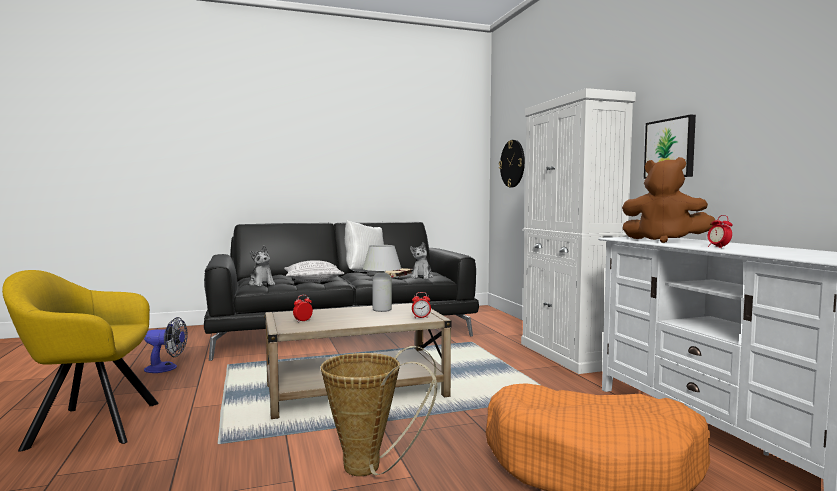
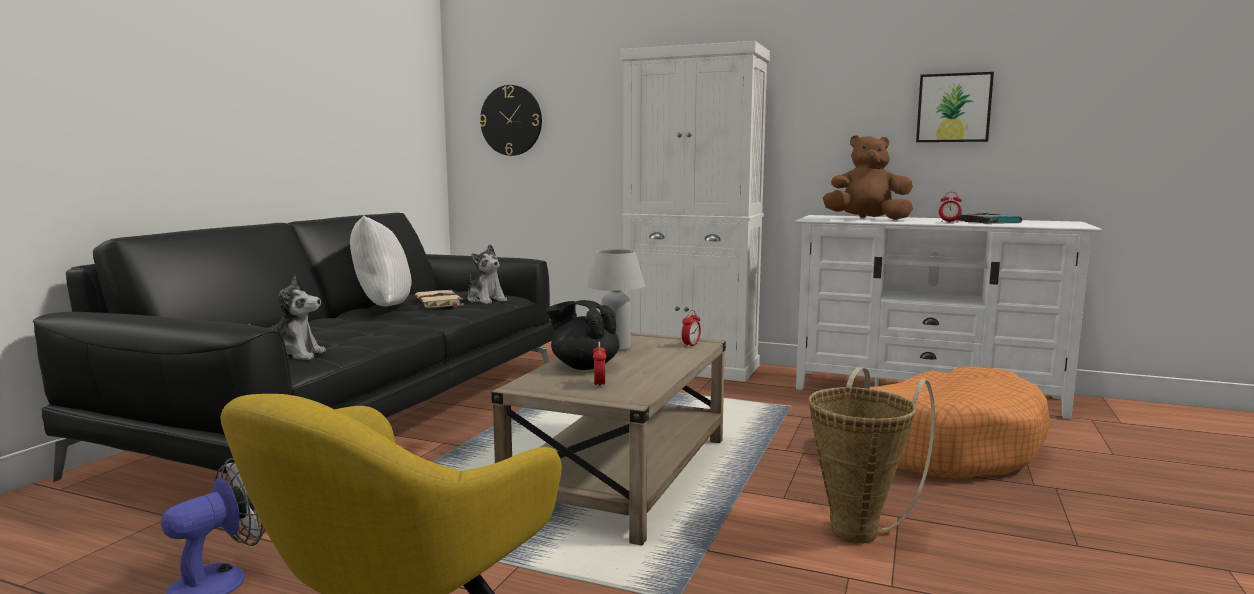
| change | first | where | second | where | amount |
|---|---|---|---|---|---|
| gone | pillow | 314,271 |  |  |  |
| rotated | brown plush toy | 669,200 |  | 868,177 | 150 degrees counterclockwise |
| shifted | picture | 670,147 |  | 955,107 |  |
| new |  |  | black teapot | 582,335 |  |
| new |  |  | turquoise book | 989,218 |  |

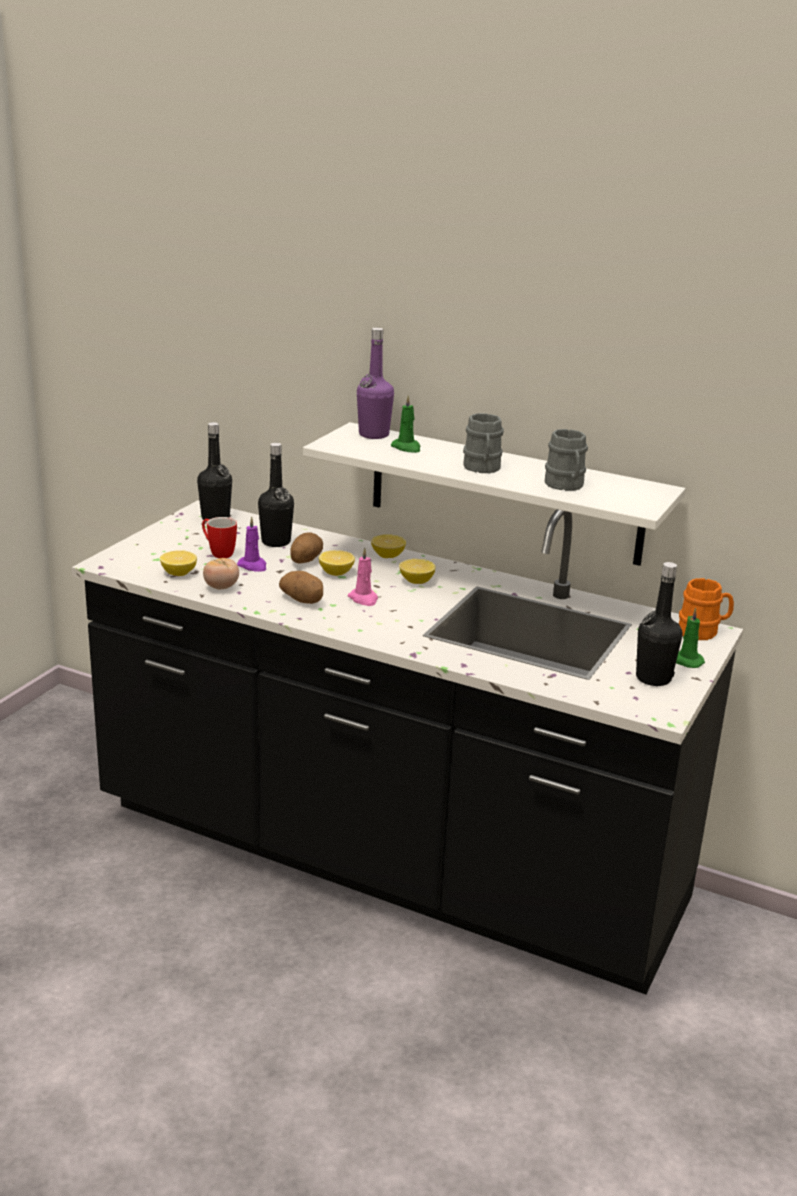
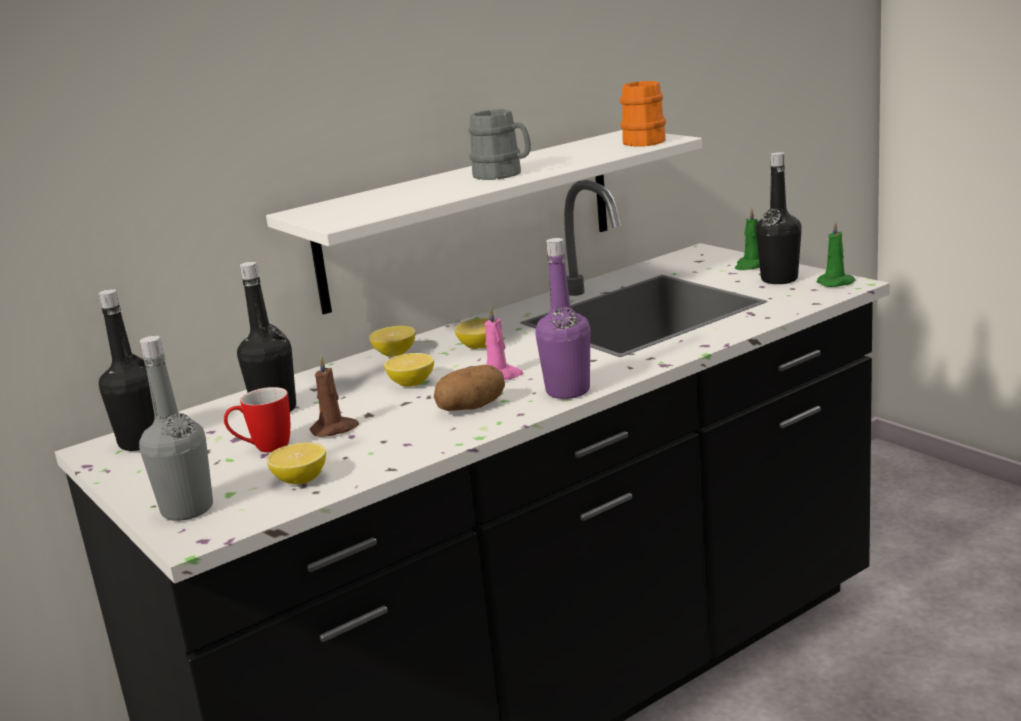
| change | first | where | second | where | amount |
|---|---|---|---|---|---|
| gone | tomato | 221,573 |  |  |  |
| repainted | purple candle | 251,544 | brown candle | 334,396 |  |
| gone | potato | 307,548 |  |  |  |
| shifted | purple bottle | 375,383 |  | 562,318 |  |
| shifted | green candle | 406,424 |  | 836,253 |  |
| gone | grey mug | 566,460 |  |  |  |
| shifted | orange mug | 706,609 |  | 643,114 |  |
| new |  |  | grey bottle | 176,428 |  |

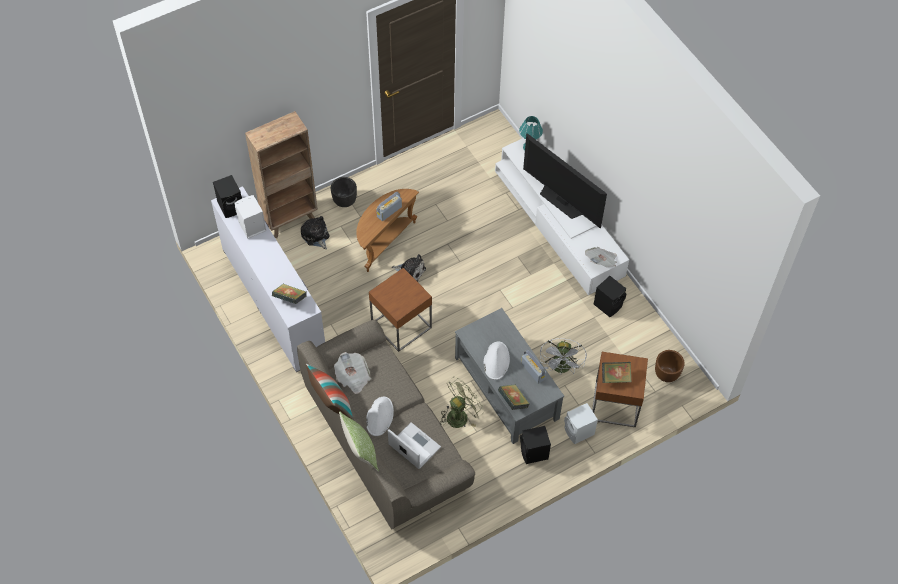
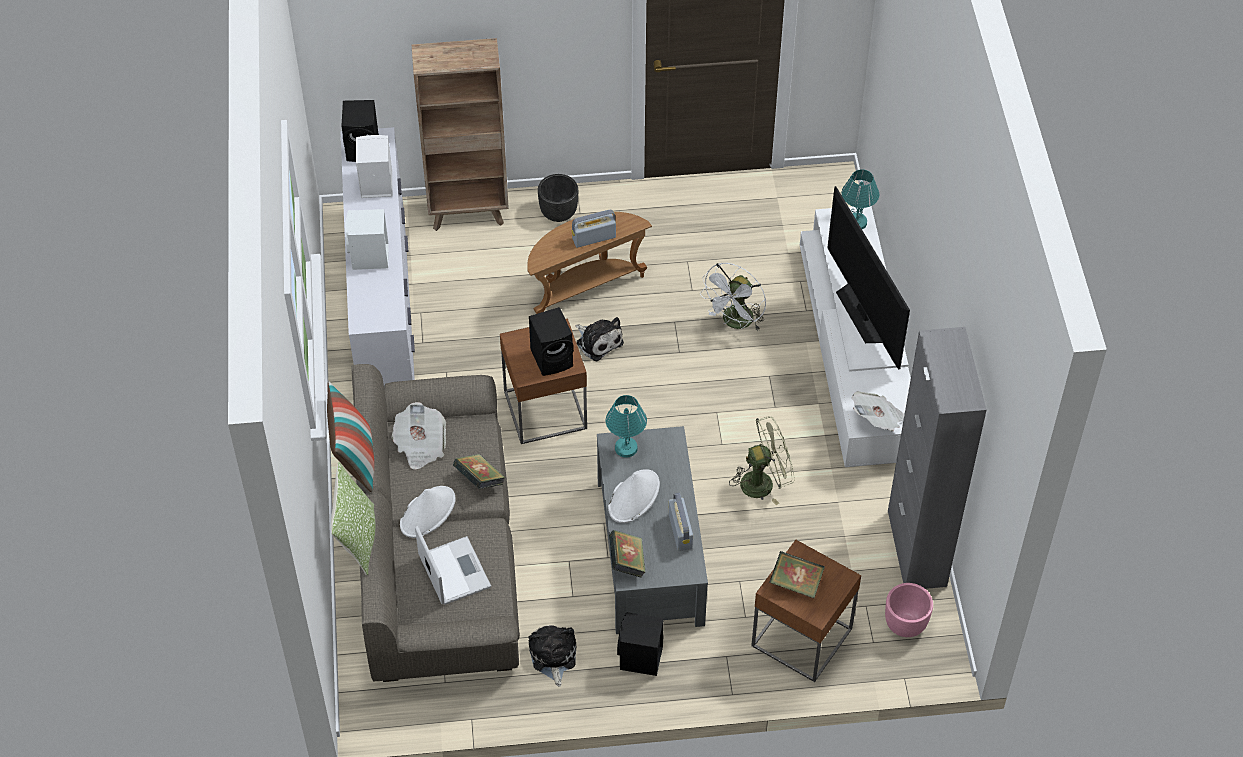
| change | first | where | second | where | amount |
|---|---|---|---|---|---|
| shifted | book | 289,294 |  | 479,471 |  |
| shifted | plush toy | 315,232 |  | 552,656 |  |
| shifted | green fan | 462,402 |  | 762,461 |  |
| shifted | white fan | 563,356 |  | 733,297 |  |
| shifted | white speaker | 581,423 |  | 367,239 |  |
| shifted | black speaker | 610,296 |  | 551,341 |  |
| repainted | brown planter | 670,366 | pink planter | 909,610 |  |
| new |  |  | turquoise table lamp | 626,426 |  |
| new |  |  | grey cabinet | 937,458 |  |

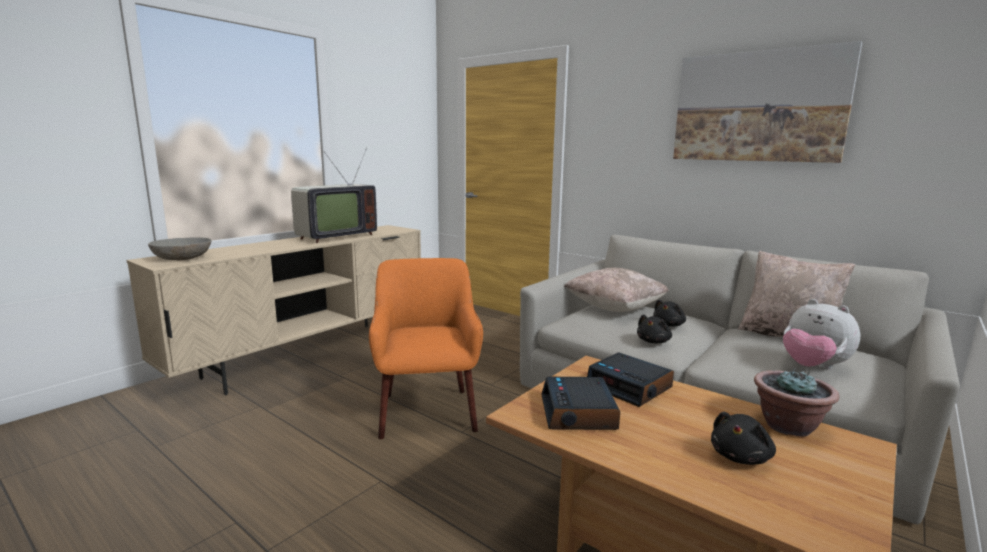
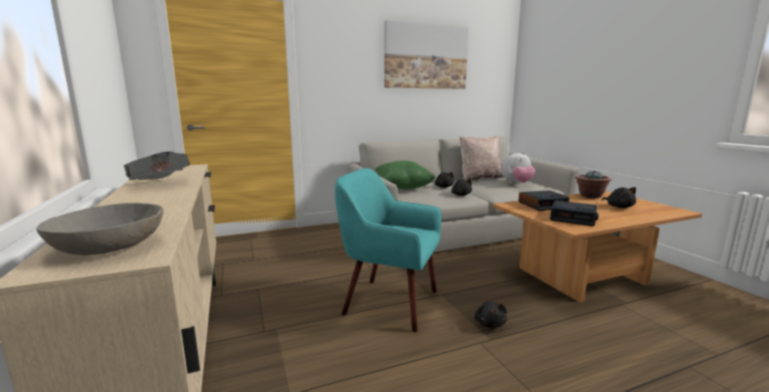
| change | first | where | second | where | amount |
|---|---|---|---|---|---|
| swapped | television | 334,195 | newspaper | 157,165 |  |
| repainted | orange armchair | 426,348 | turquoise armchair | 388,250 |  |
| repainted | beige pillow | 616,290 | green pillow | 405,175 |  |
| new |  |  | black plush toy | 490,314 |  |

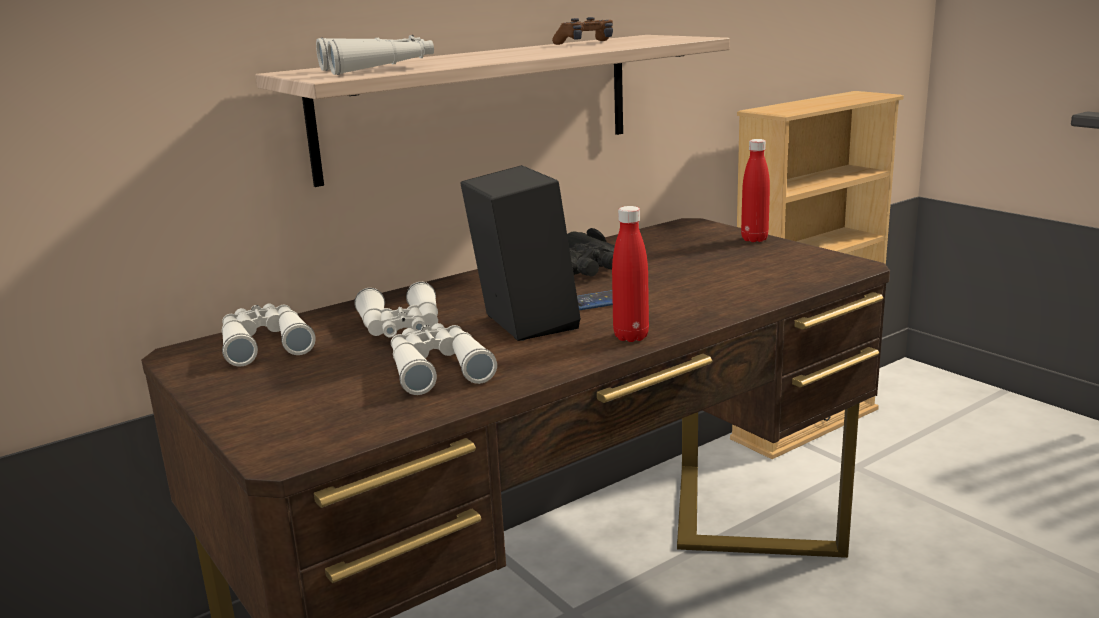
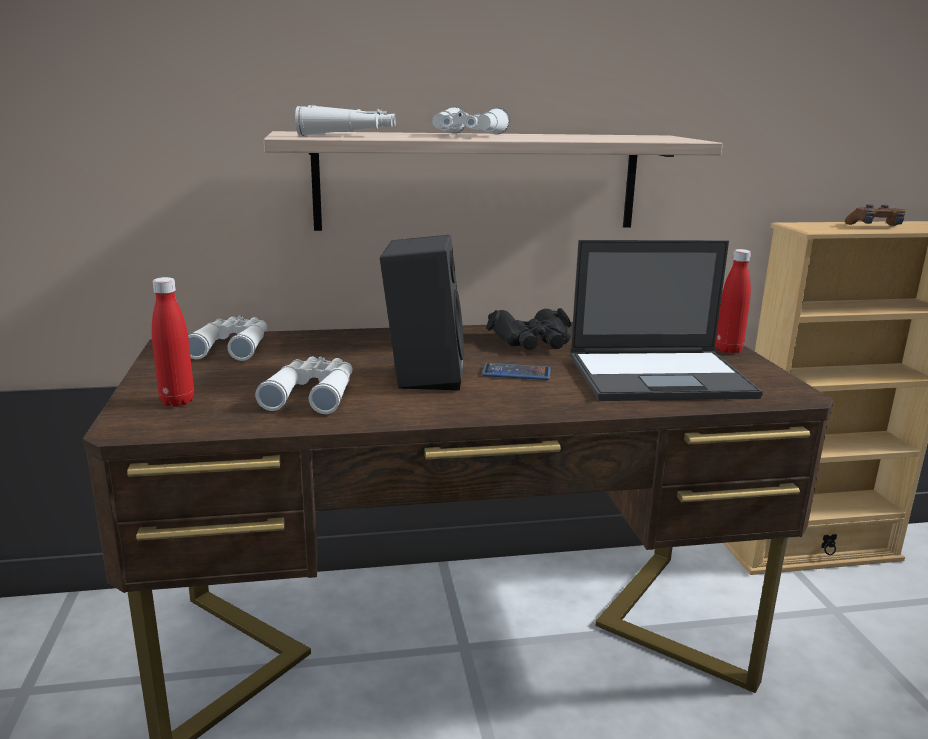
| change | first | where | second | where | amount |
|---|---|---|---|---|---|
| shifted | white binoculars | 396,309 |  | 471,120 |  |
| shifted | brown game controller | 582,31 |  | 875,215 |  |
| shifted | red bottle | 630,274 |  | 173,342 |  |
| new |  |  | laptop | 666,320 |  |

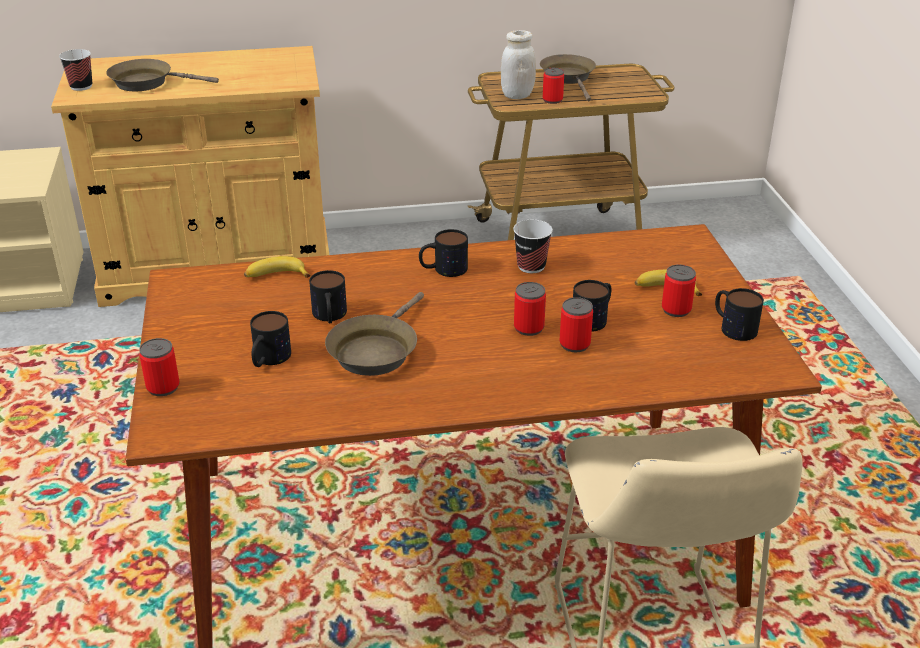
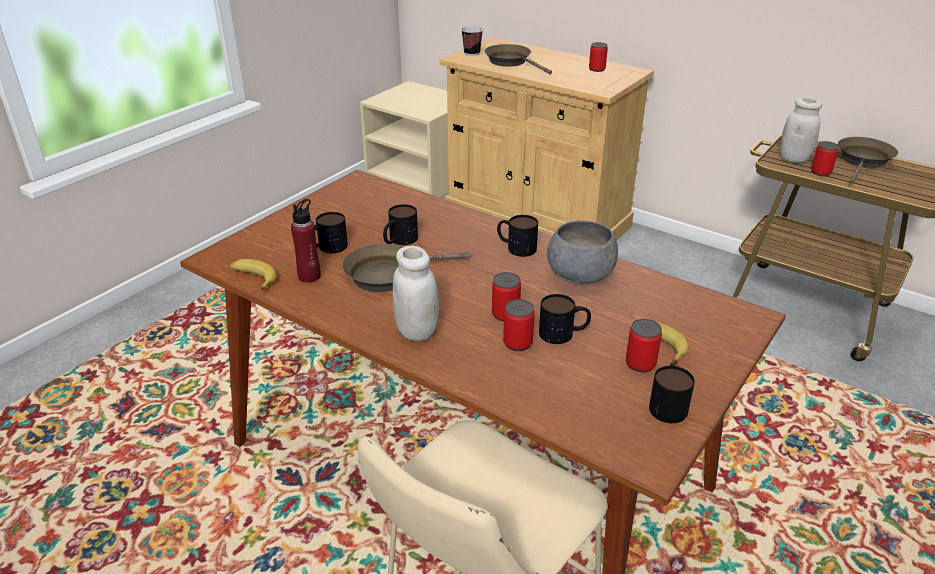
| change | first | where | second | where | amount |
|---|---|---|---|---|---|
| shifted | can | 159,367 |  | 598,57 |  |
| shifted | banana | 277,267 |  | 253,275 |  |
| swapped | cup | 533,246 | grey bowl | 582,252 |  |
| new |  |  | red bottle | 306,241 |  |
| new |  |  | white jar | 416,293 |  |

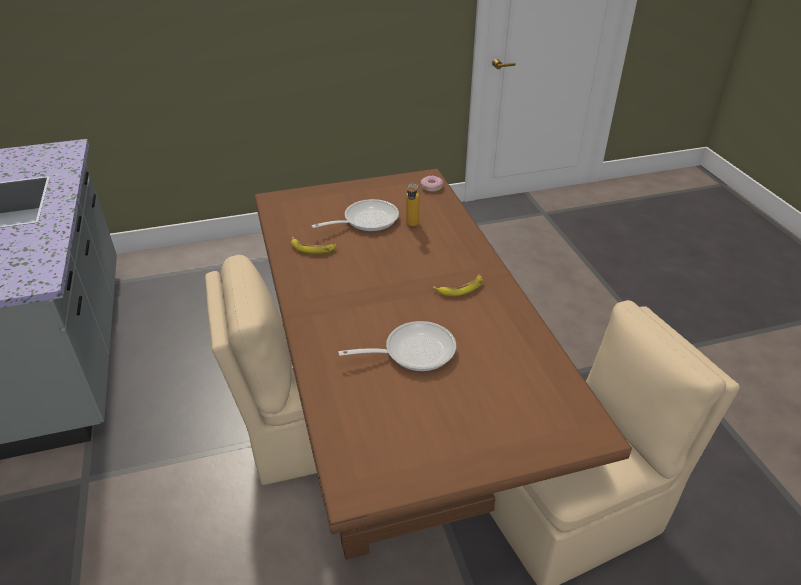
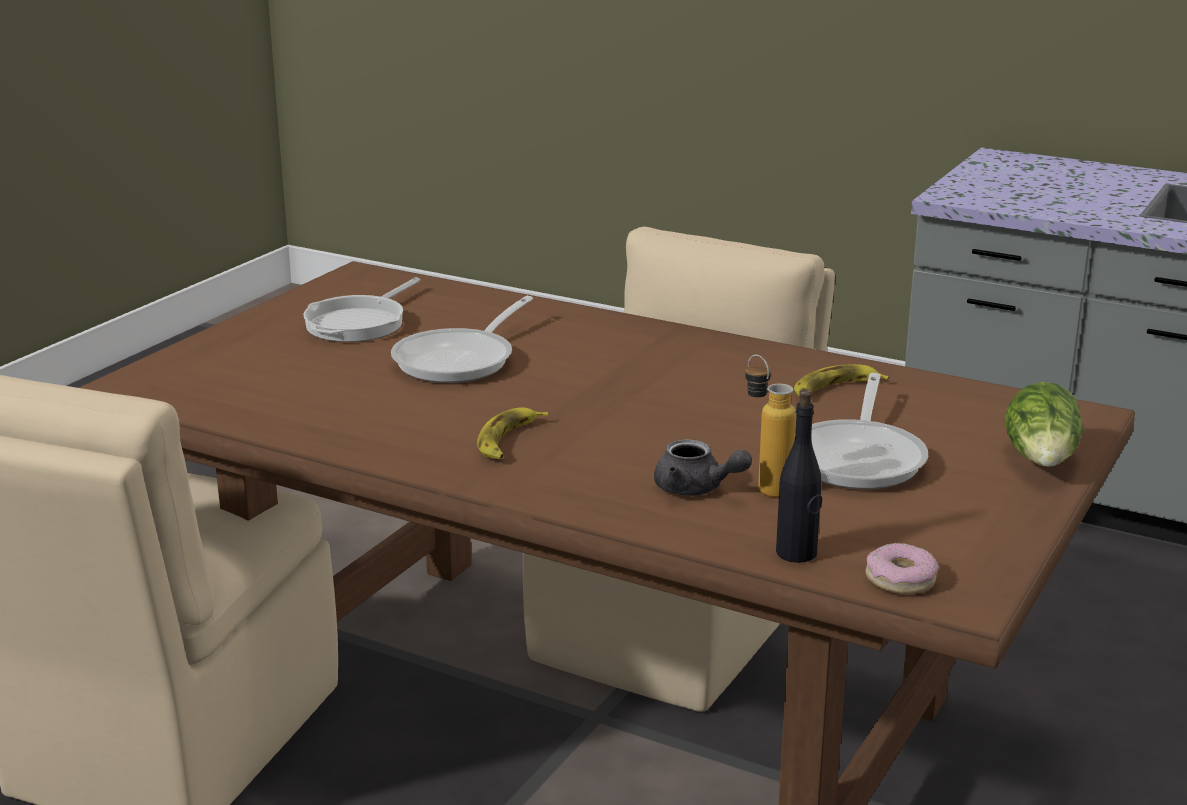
| change | first | where | second | where | amount |
|---|---|---|---|---|---|
| new |  |  | frying pan | 361,309 |  |
| new |  |  | grey teapot | 703,467 |  |
| new |  |  | black bottle | 799,476 |  |
| new |  |  | lettuce | 1043,424 |  |

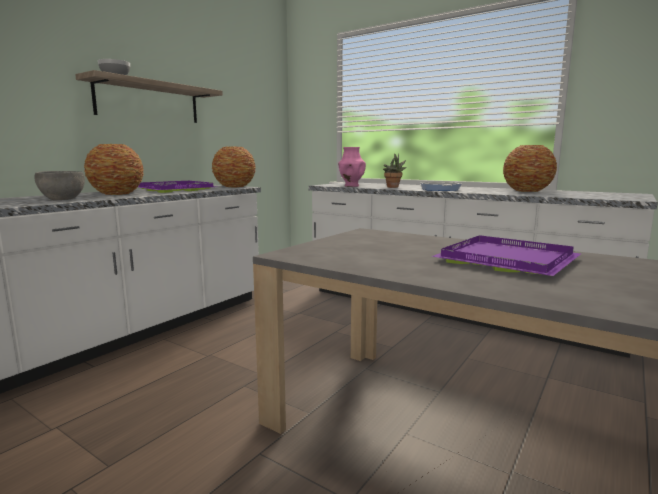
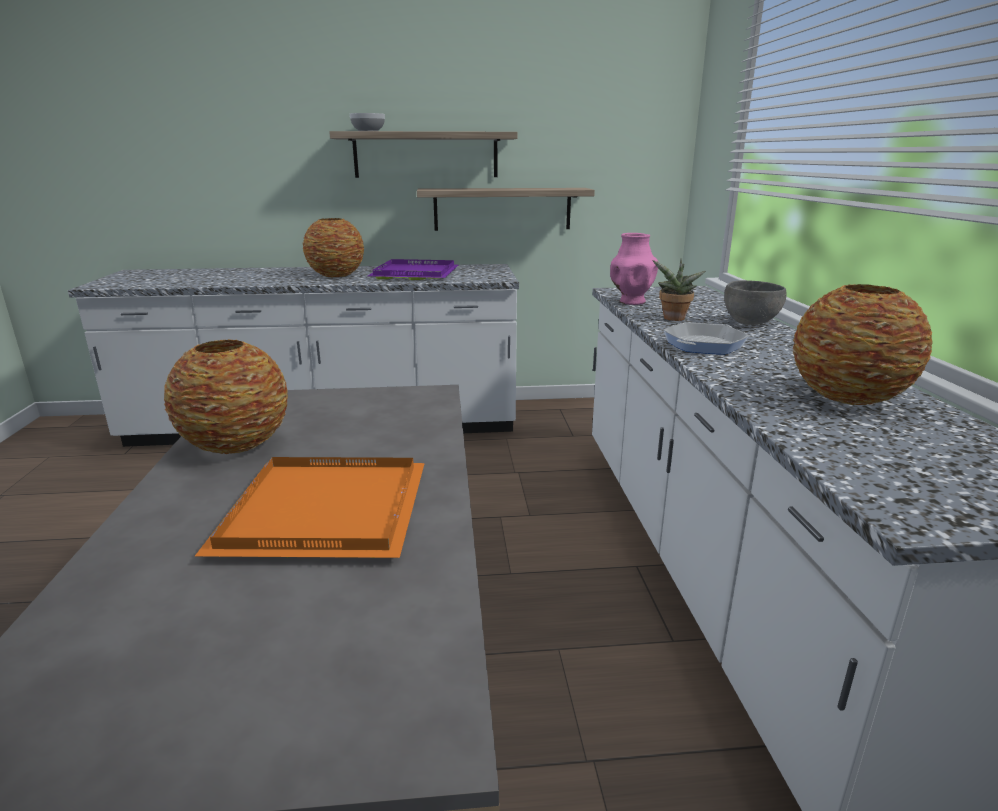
| change | first | where | second | where | amount |
|---|---|---|---|---|---|
| shifted | grey bowl | 59,185 |  | 755,302 |  |
| shifted | vase | 234,167 |  | 226,396 |  |
| repainted | purple tray | 506,255 | orange tray | 310,507 |  |
| new |  |  | shelf | 506,209 |  |

